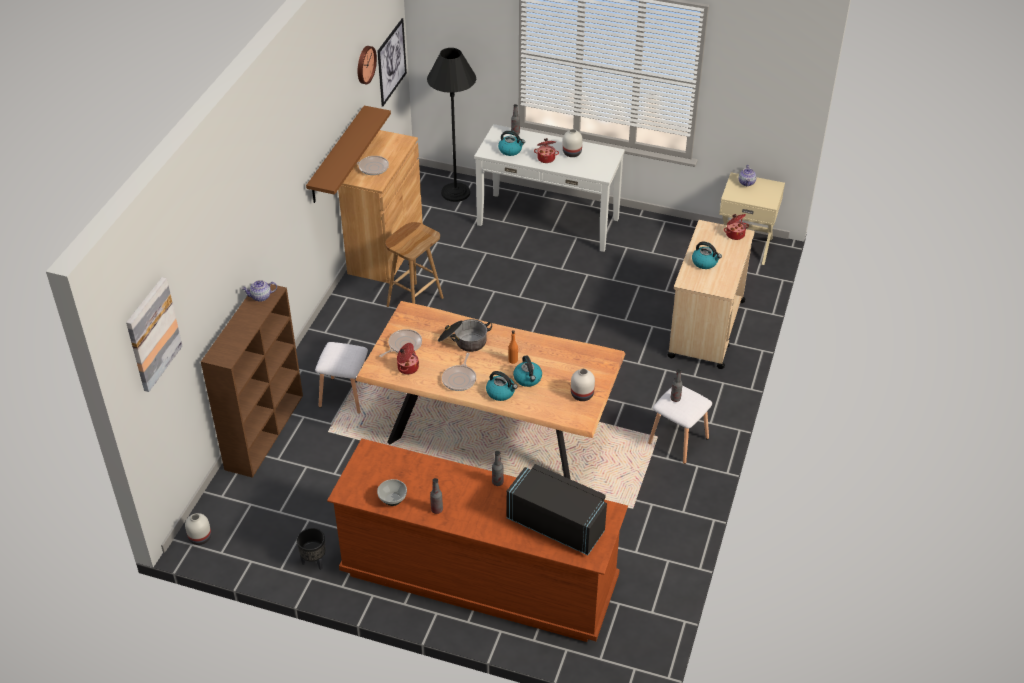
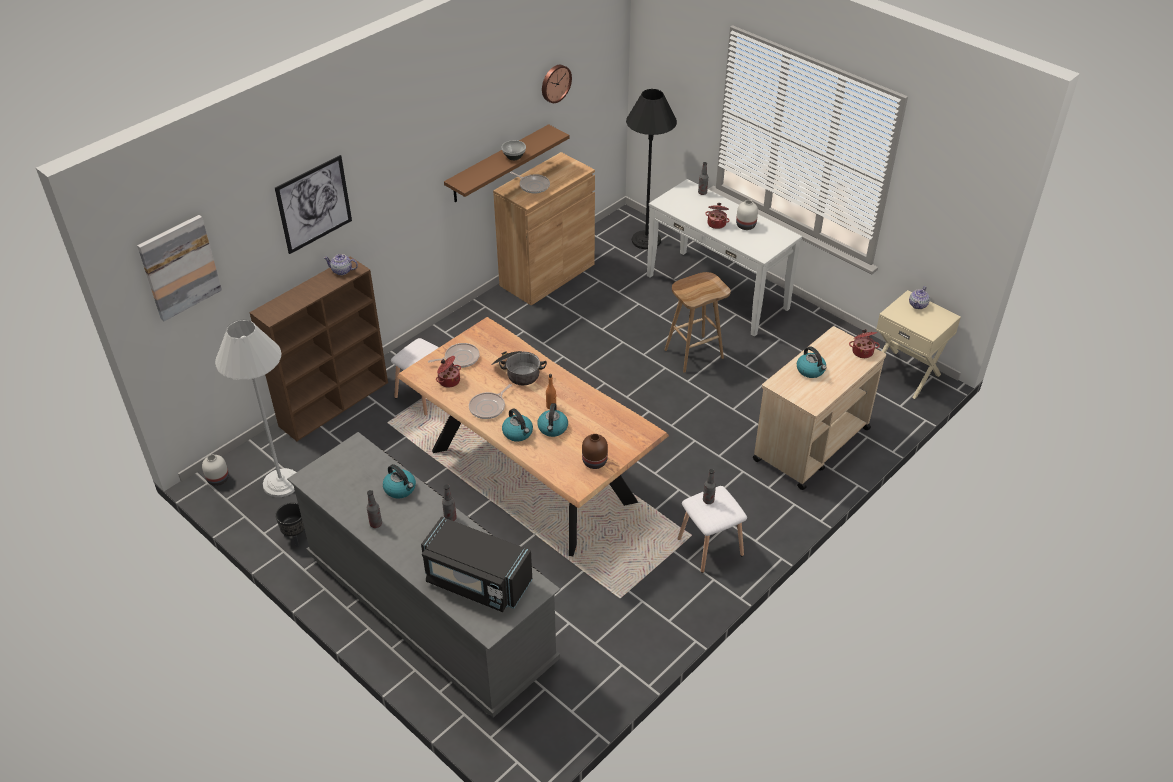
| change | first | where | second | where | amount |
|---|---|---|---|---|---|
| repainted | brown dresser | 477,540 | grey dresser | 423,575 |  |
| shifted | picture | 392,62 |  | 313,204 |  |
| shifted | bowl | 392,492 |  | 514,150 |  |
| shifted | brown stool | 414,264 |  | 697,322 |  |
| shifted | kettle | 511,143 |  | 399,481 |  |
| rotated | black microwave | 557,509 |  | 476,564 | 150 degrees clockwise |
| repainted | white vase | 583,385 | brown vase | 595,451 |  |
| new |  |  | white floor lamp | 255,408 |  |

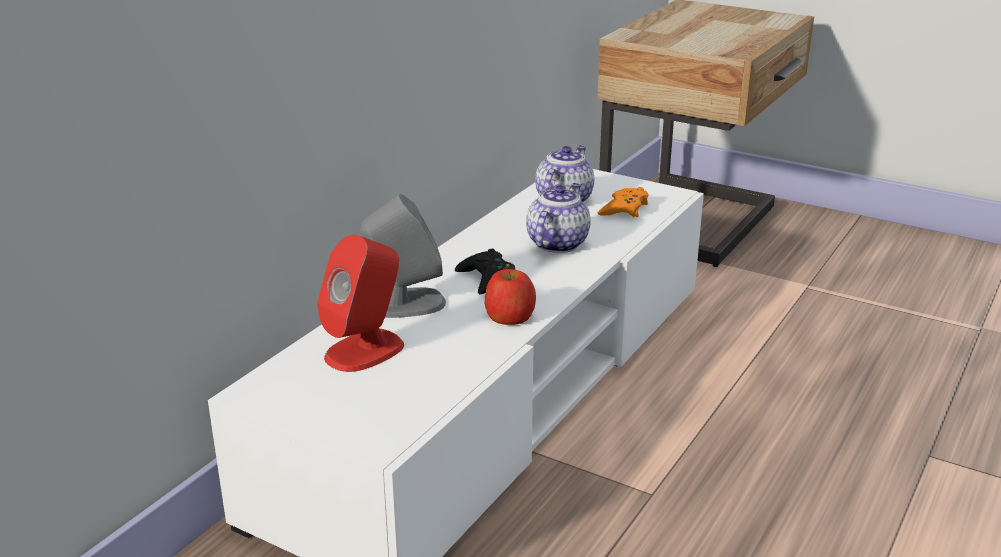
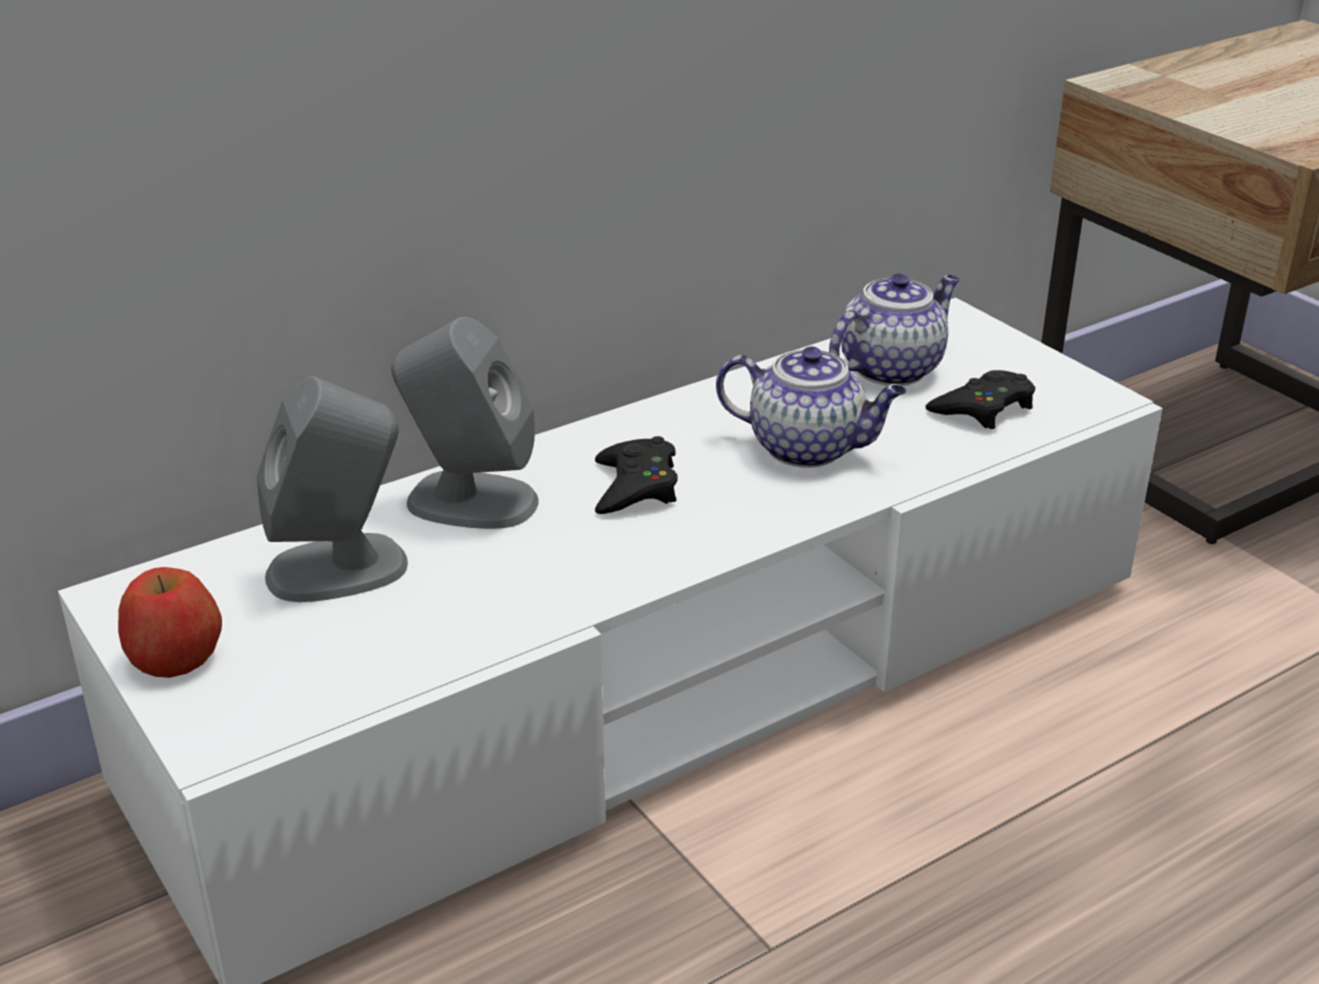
| change | first | where | second | where | amount |
|---|---|---|---|---|---|
| repainted | red speaker | 360,303 | grey speaker | 332,489 |  |
| shifted | apple | 510,297 |  | 170,622 |  |
| rotated | teapot | 558,218 |  | 811,407 | 60 degrees clockwise |
| repainted | orange game controller | 623,202 | black game controller | 980,399 |  |

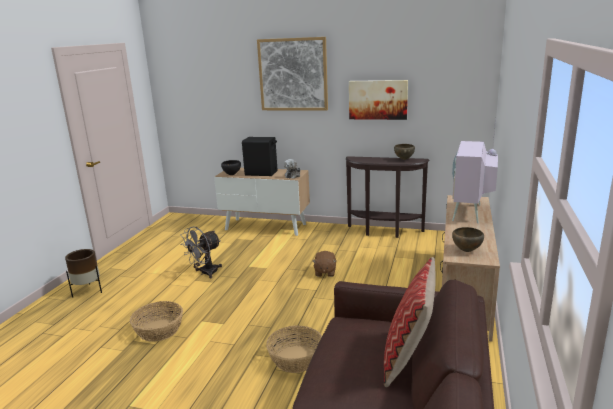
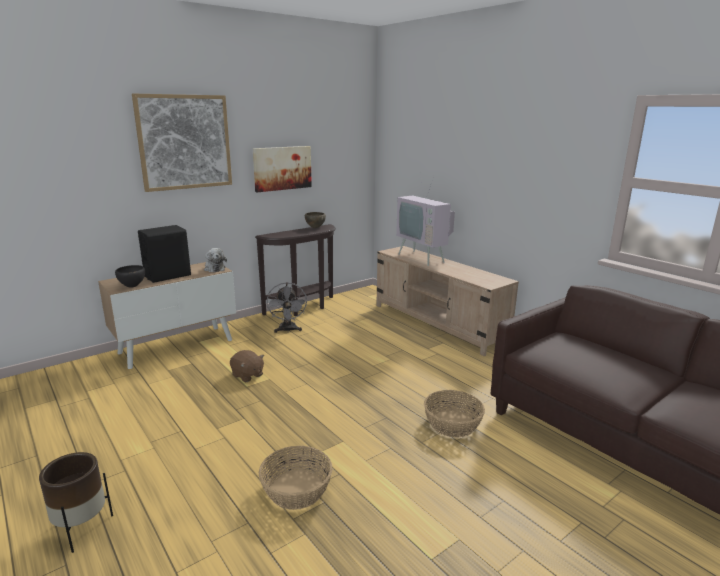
| change | first | where | second | where | amount |
|---|---|---|---|---|---|
| shifted | grey fan | 201,252 |  | 287,307 |  |
| shifted | brown plush toy | 324,264 |  | 247,366 |  |
| gone | pillow | 410,322 |  |  |  |
| gone | brown bowl | 468,239 |  |  |  |

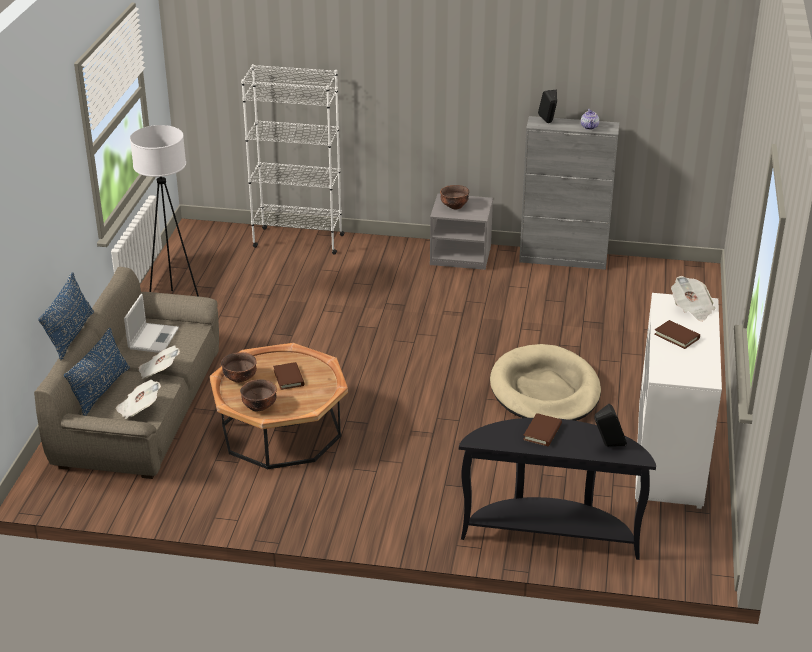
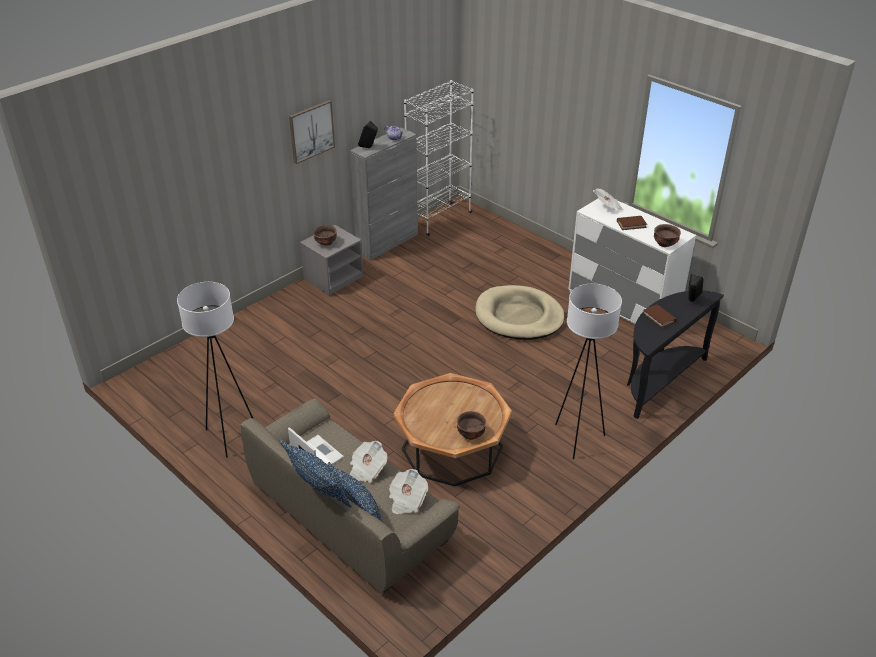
| change | first | where | second | where | amount |
|---|---|---|---|---|---|
| shifted | brown bowl | 239,367 |  | 667,235 |  |
| shifted | white bookcase | 293,159 |  | 439,158 |  |
| gone | brown book | 288,376 |  |  |  |
| new |  |  | picture | 312,132 |  |
| new |  |  | white floor lamp | 588,371 |  |

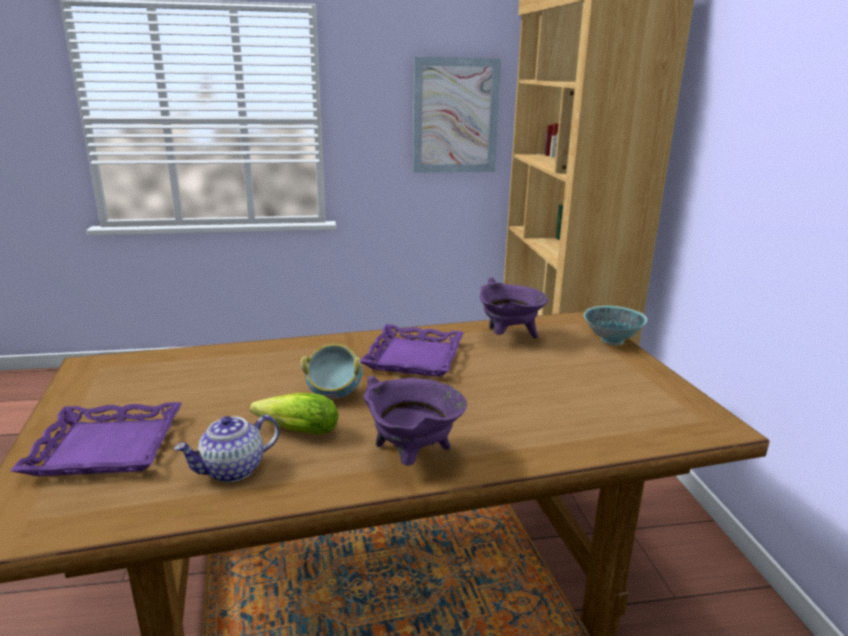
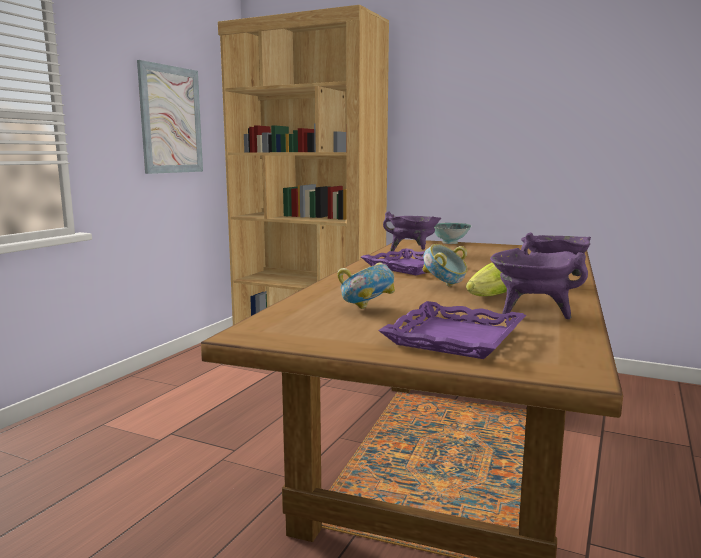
| change | first | where | second | where | amount |
|---|---|---|---|---|---|
| swapped | teapot | 227,448 | purple cooking pot | 539,284 |  |
| new |  |  | bowl | 366,285 |  |

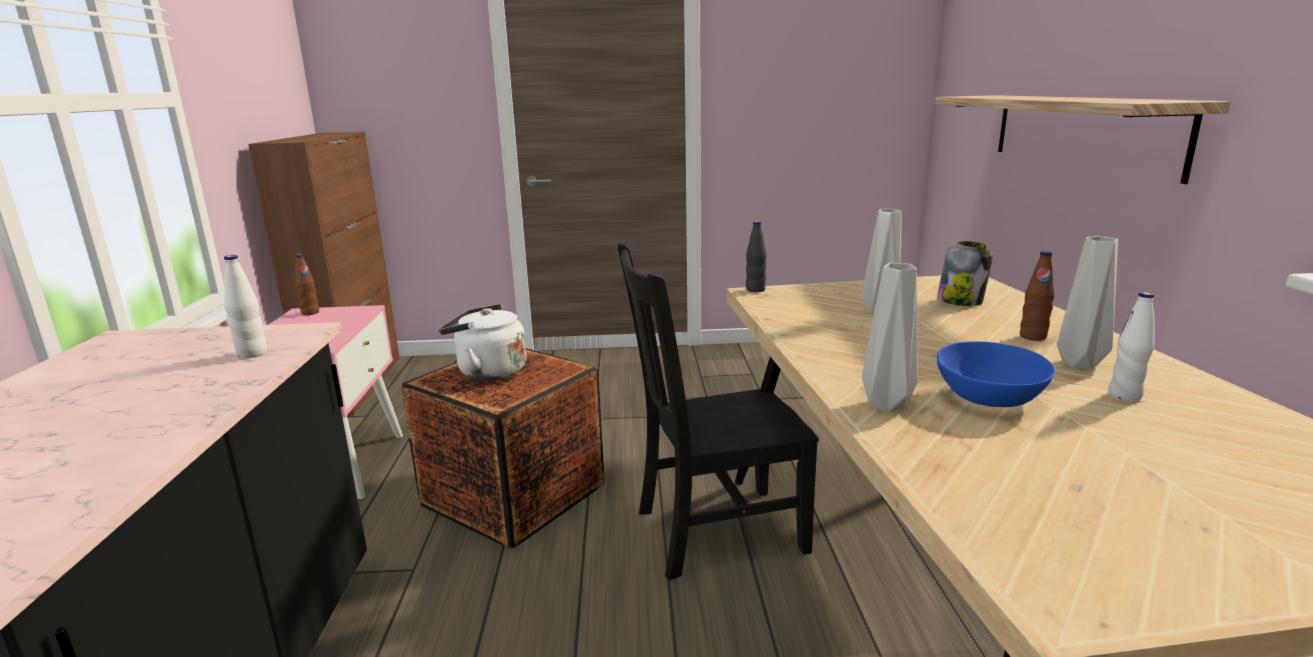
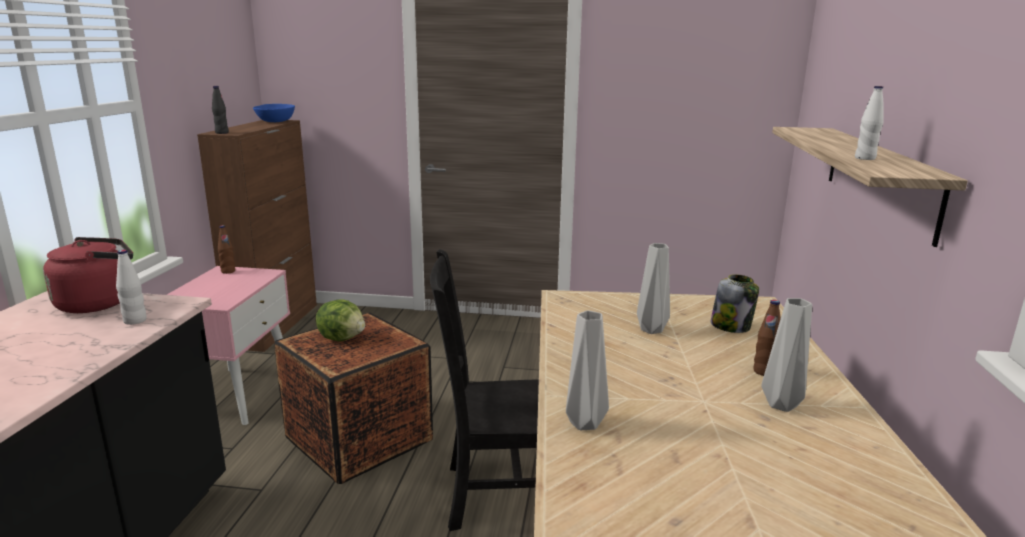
| change | first | where | second | where | amount |
|---|---|---|---|---|---|
| swapped | white kettle | 482,342 | lettuce | 340,320 |  |
| shifted | black bottle | 756,256 |  | 220,110 |  |
| shifted | blue bowl | 996,374 |  | 274,113 |  |
| shifted | white bottle | 1131,347 |  | 869,123 |  |
| new |  |  | red kettle | 88,275 |  |

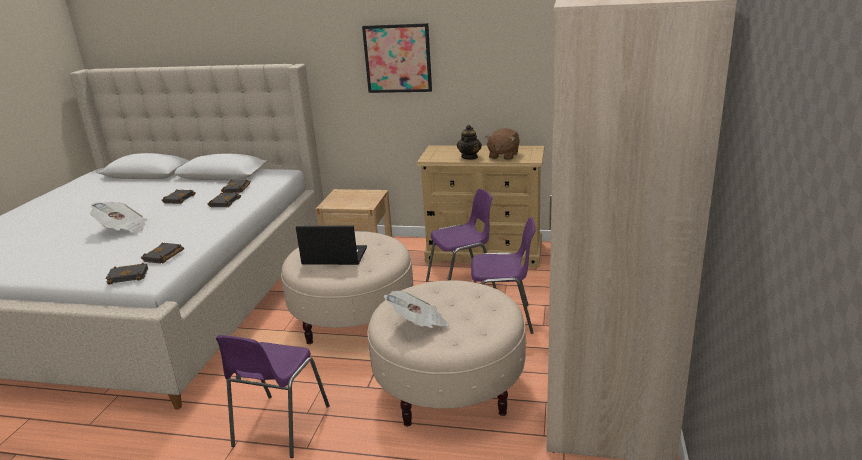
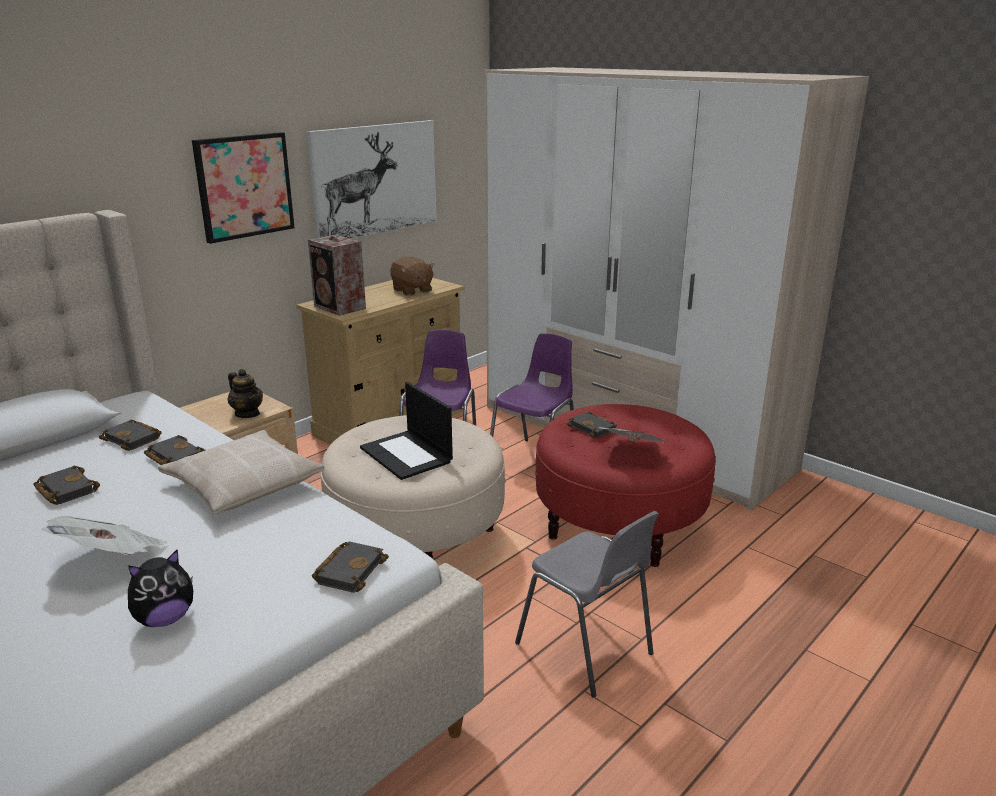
| change | first | where | second | where | amount |
|---|---|---|---|---|---|
| shifted | black book | 162,253 |  | 592,424 |  |
| repainted | purple chair | 273,396 | grey chair | 587,604 |  |
| rotated | laptop | 331,245 |  | 406,431 | 75 degrees counterclockwise |
| repainted | beige ottoman | 447,353 | red ottoman | 626,485 |  |
| shifted | teapot | 469,142 |  | 245,393 |  |
| new |  |  | plush toy | 160,588 |  |
| new |  |  | beige pillow | 241,472 |  |
| new |  |  | picture | 371,179 |  |
| new |  |  | speaker | 337,275 |  |

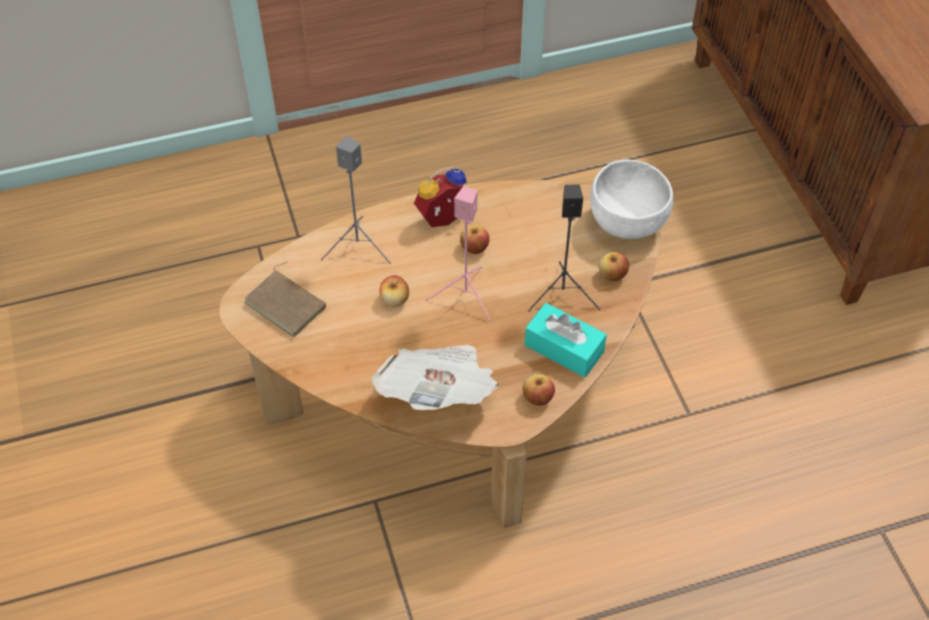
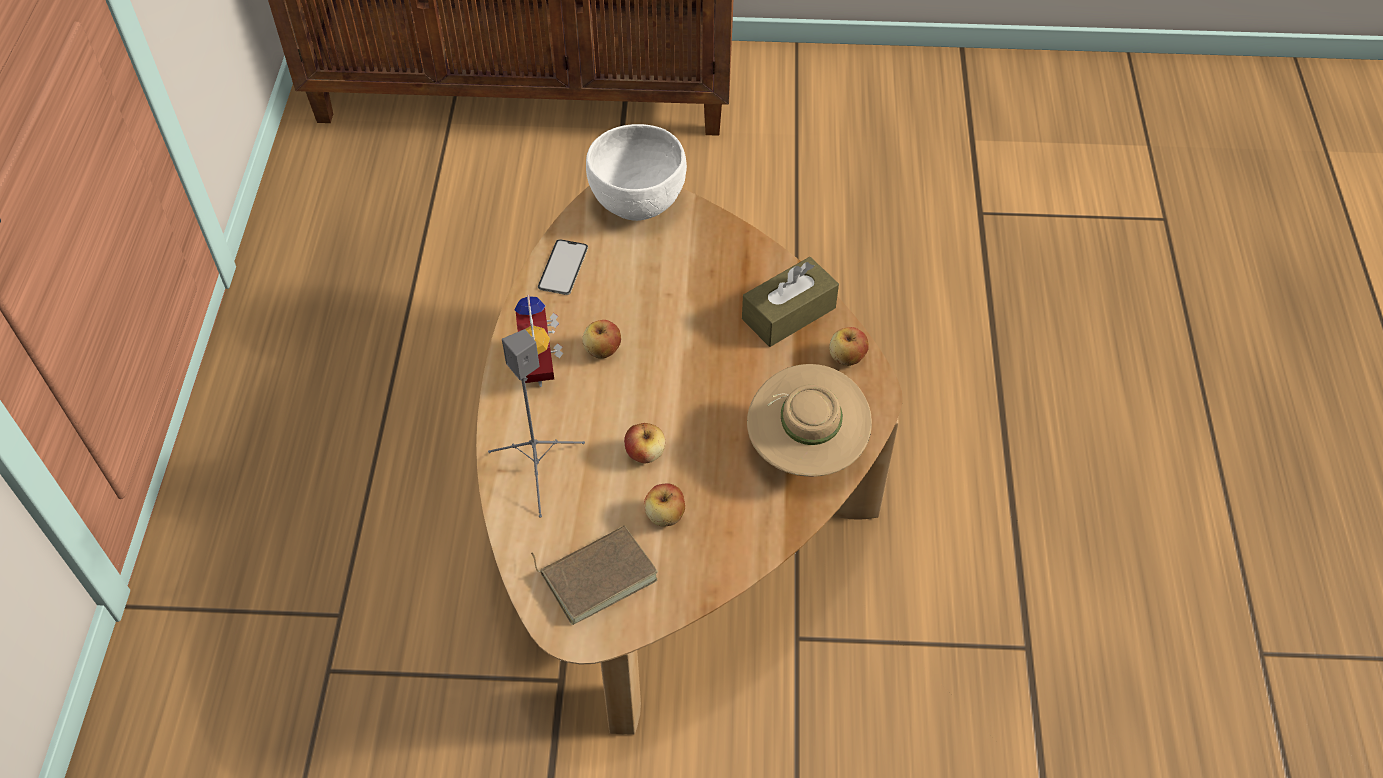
| change | first | where | second | where | amount |
|---|---|---|---|---|---|
| swapped | newspaper | 435,377 | beige hat | 809,420 |  |
| gone | pink speaker | 458,254 |  |  |  |
| repainted | turquoise tissue box | 566,340 | brown tissue box | 790,302 |  |
| gone | black speaker | 564,248 |  |  |  |
| shifted | apple | 614,266 |  | 664,505 |  |
| new |  |  | phone | 563,267 |  |

